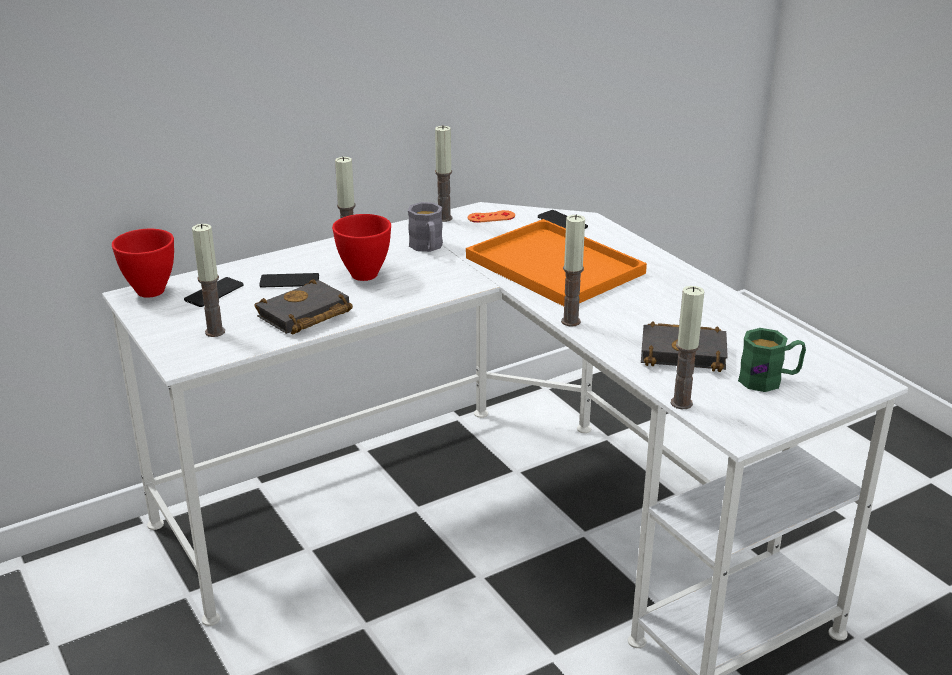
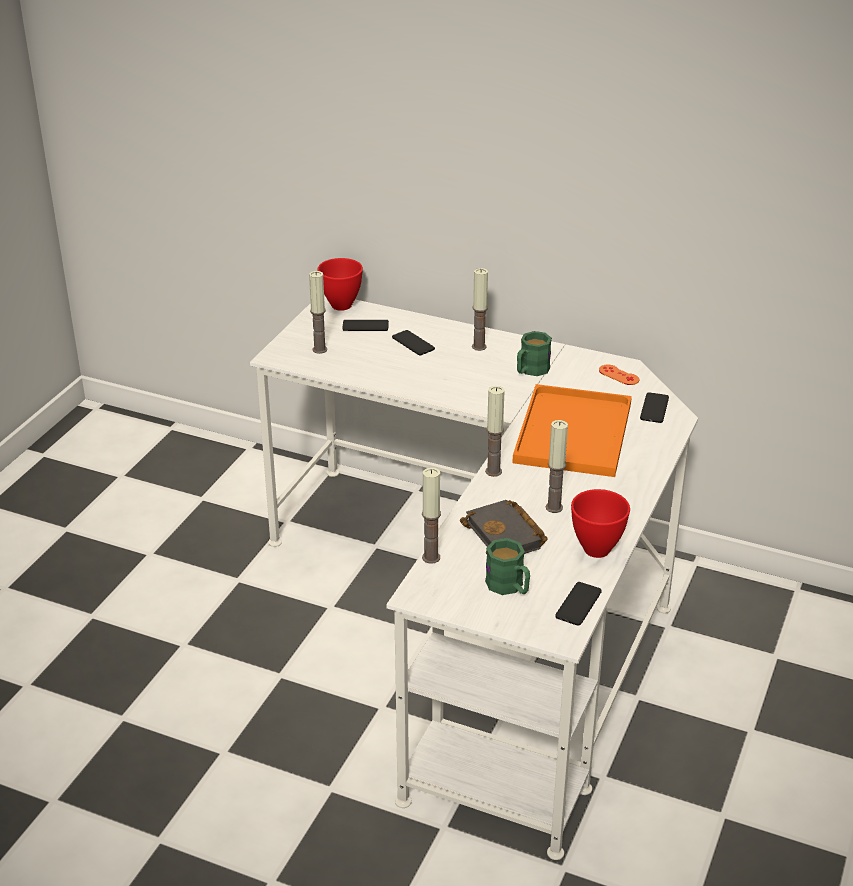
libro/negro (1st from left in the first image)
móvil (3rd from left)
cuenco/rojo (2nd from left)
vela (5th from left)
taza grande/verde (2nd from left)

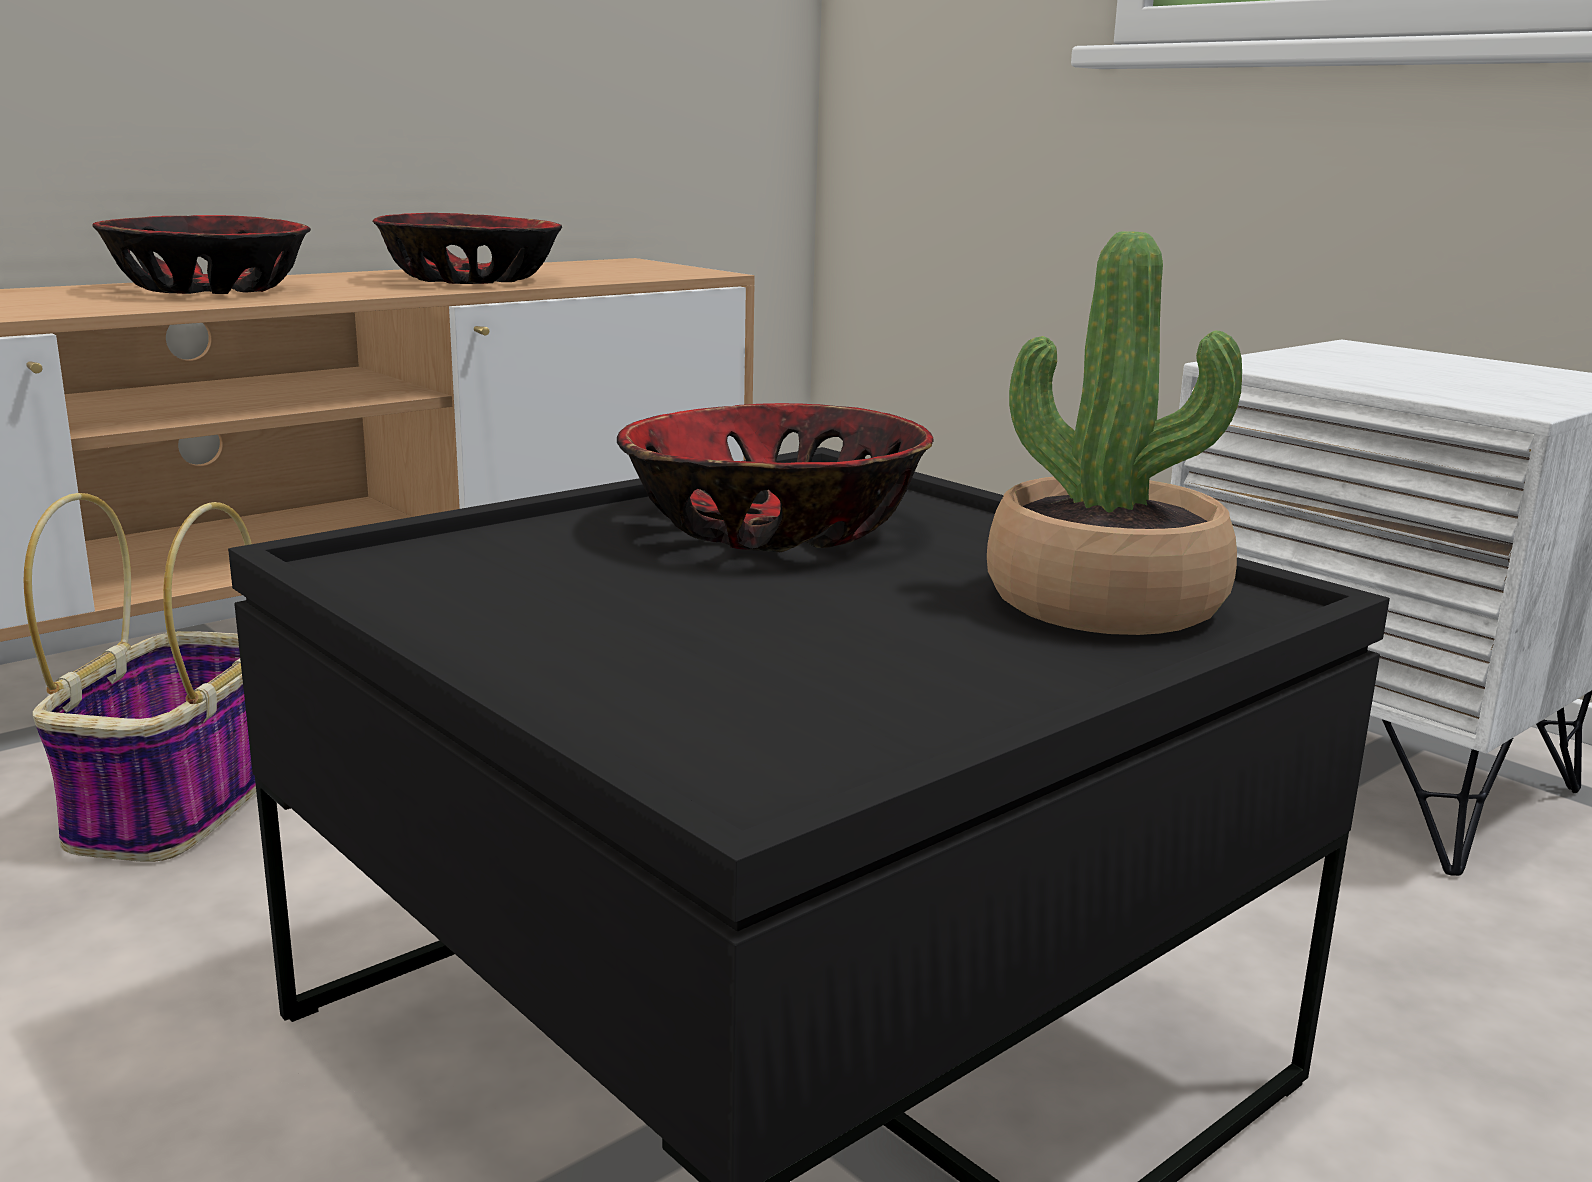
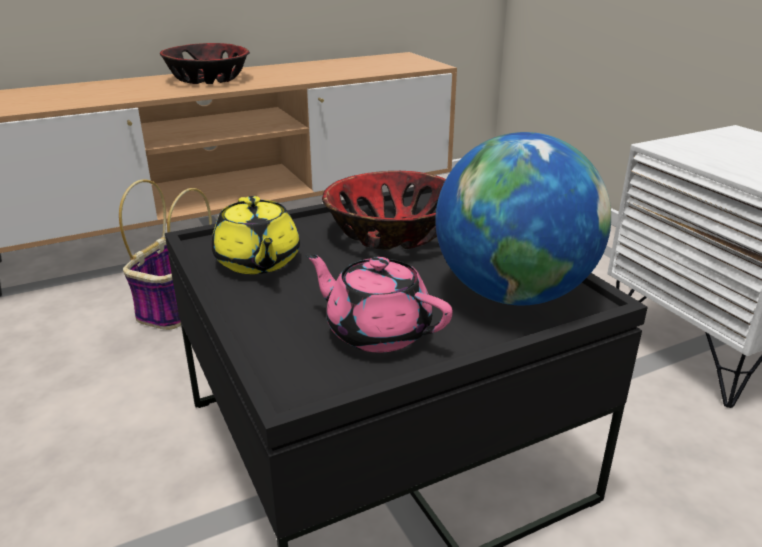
cuenco (2nd from left in the first image)
tetera/amarillo
tetera/rosa
globo terráqueo

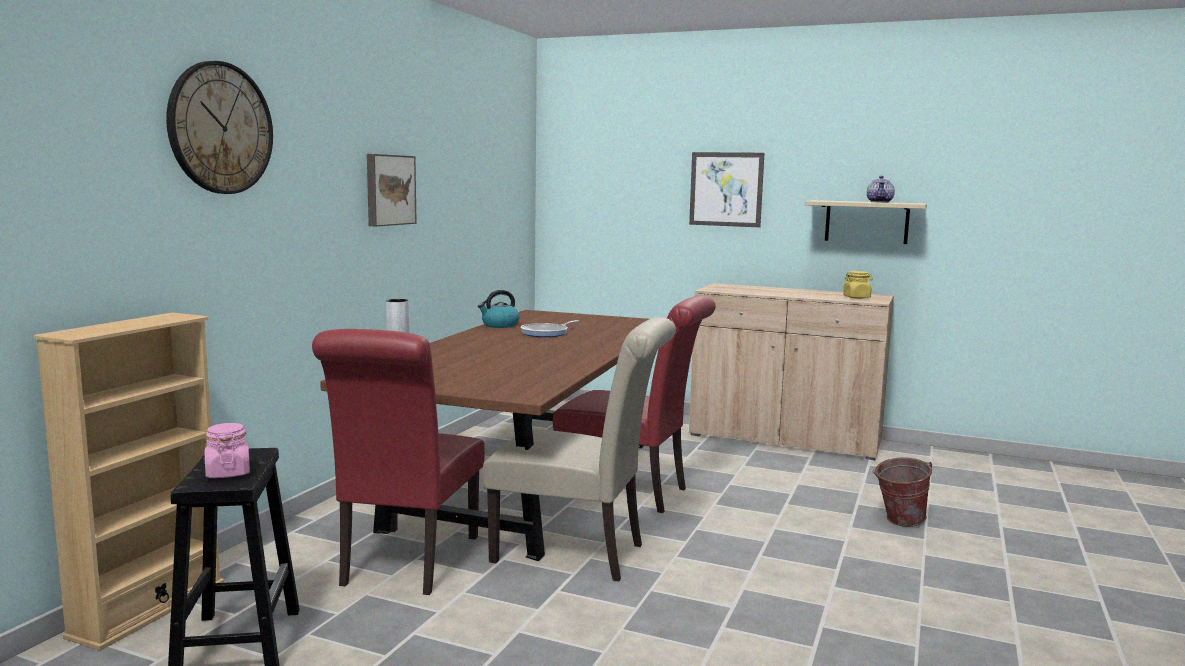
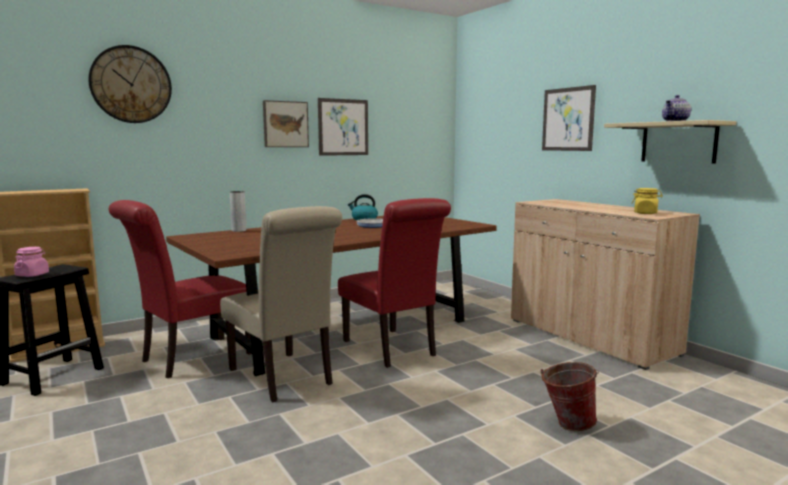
cuadro (2nd from left)

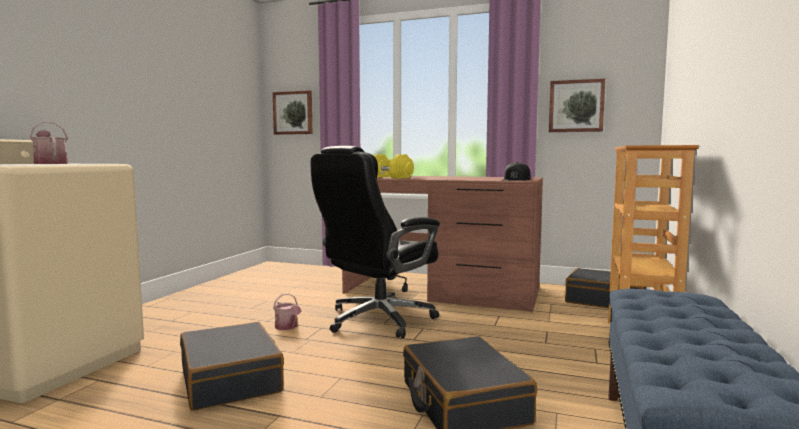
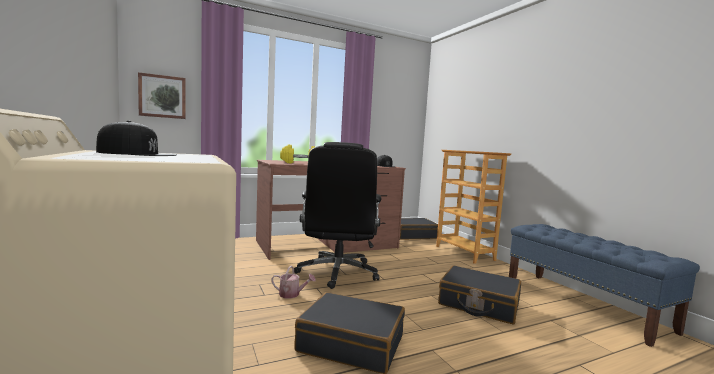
cuadro (2nd from left in the first image)
gorra/negro (1st from left)

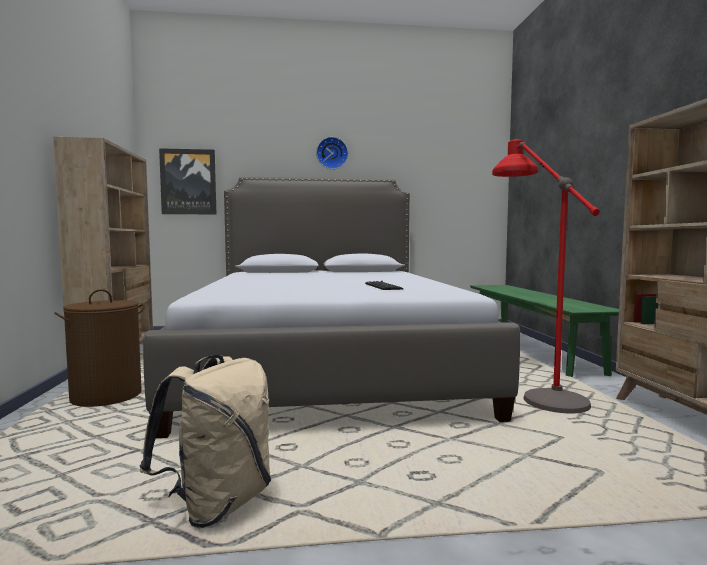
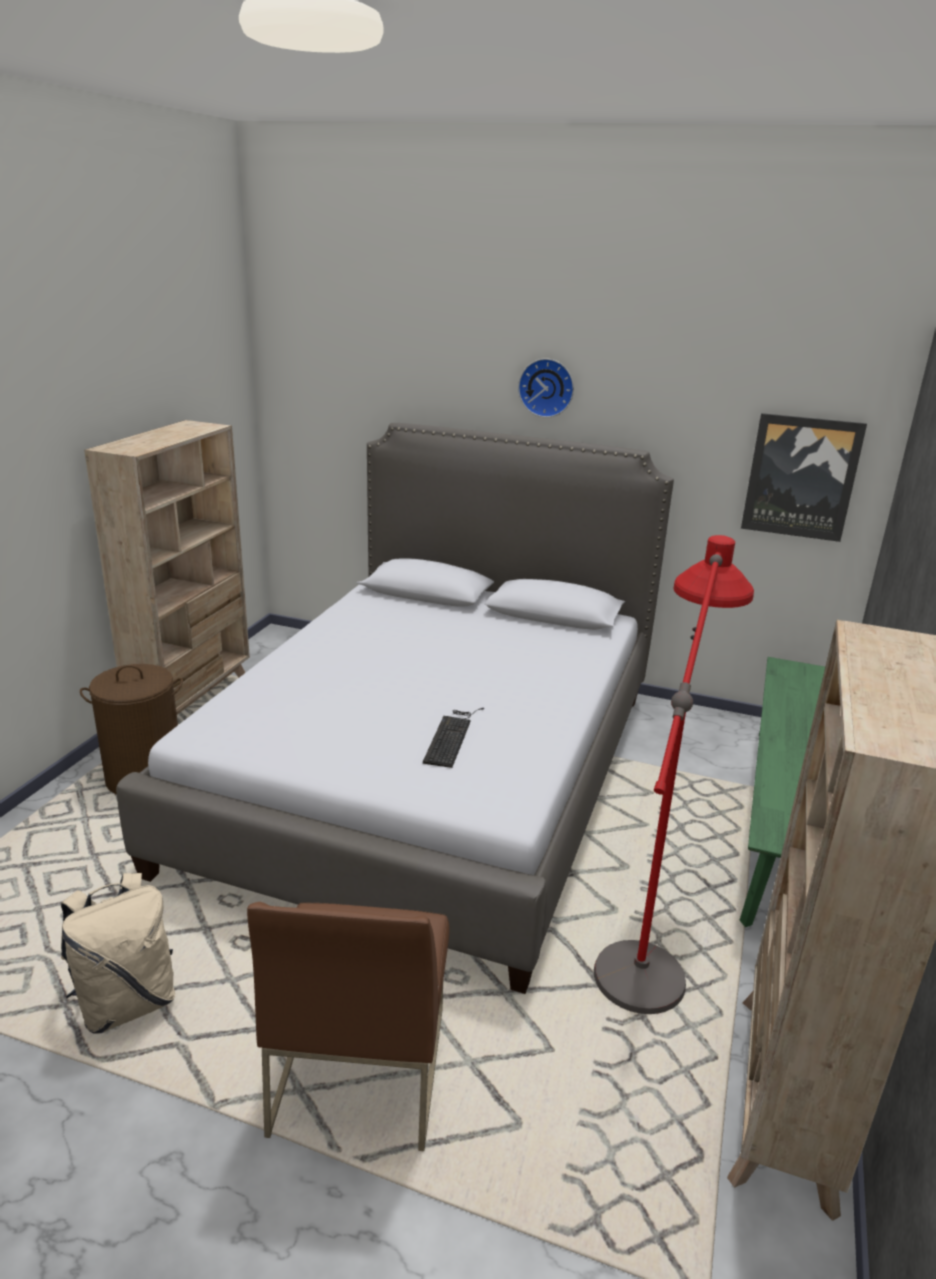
silla/marrón
cuadro

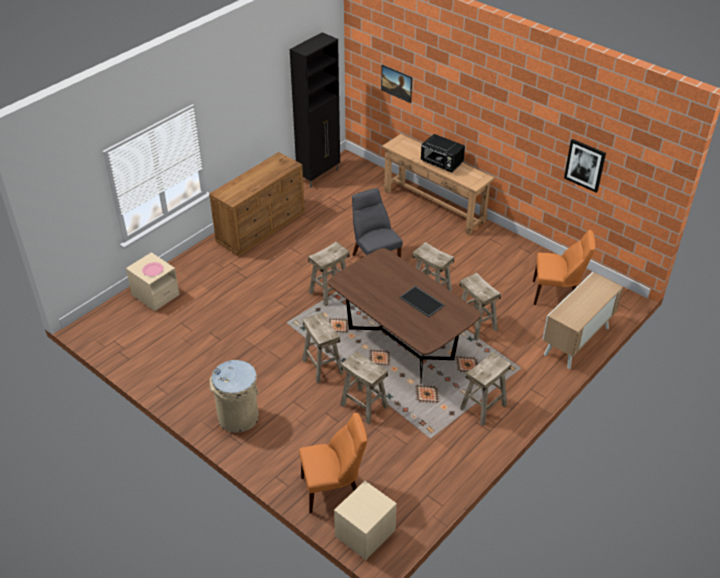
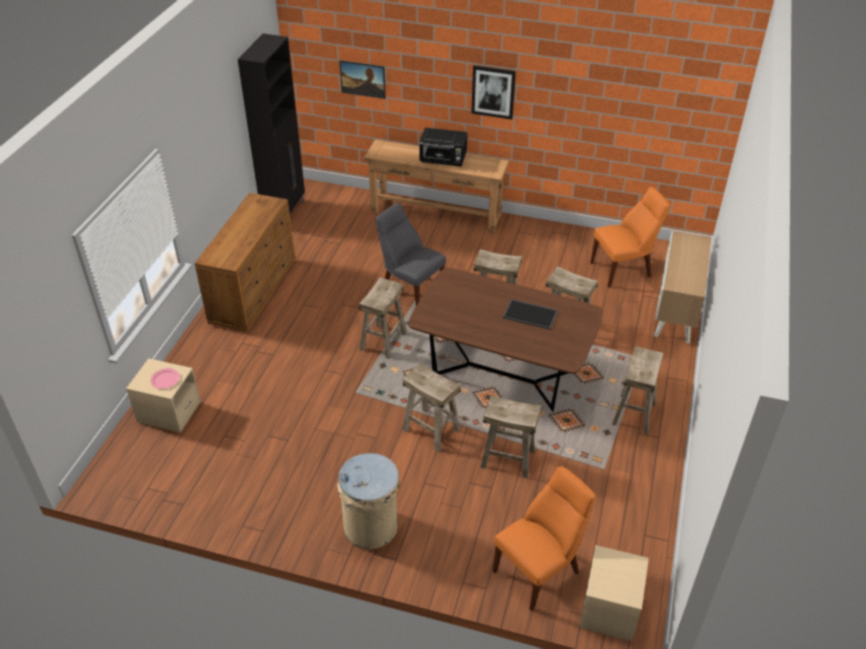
cuadro (2nd from left)

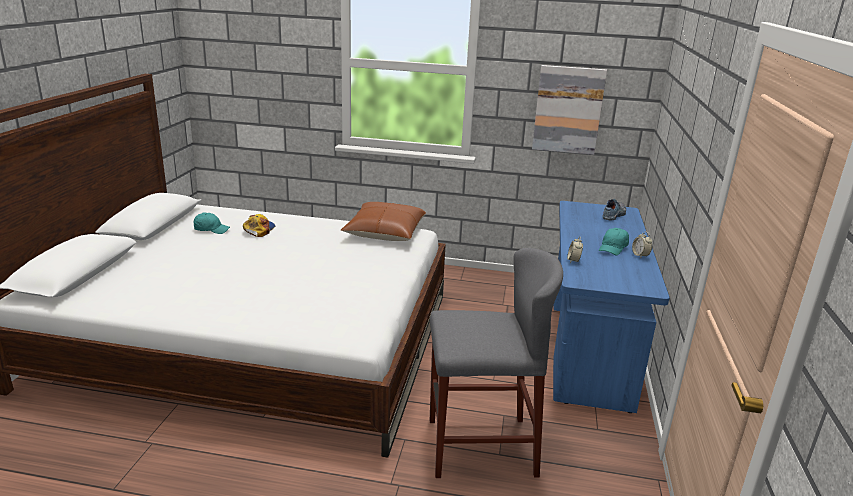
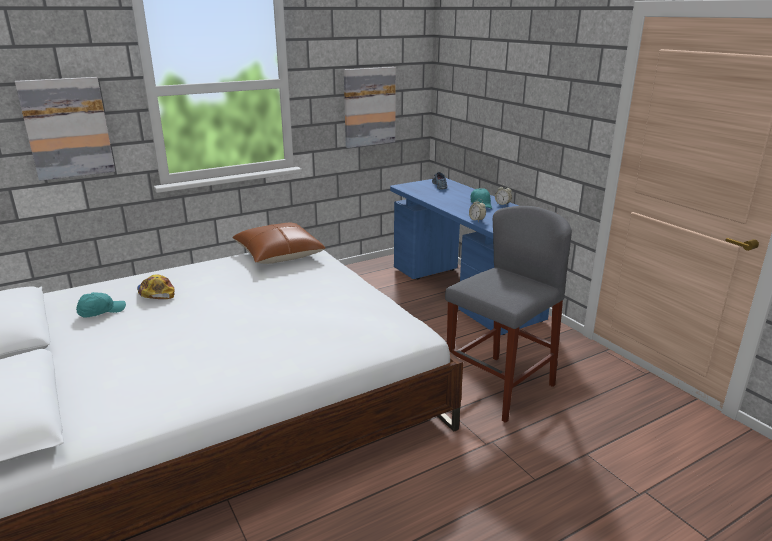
cuadro (1st from left)

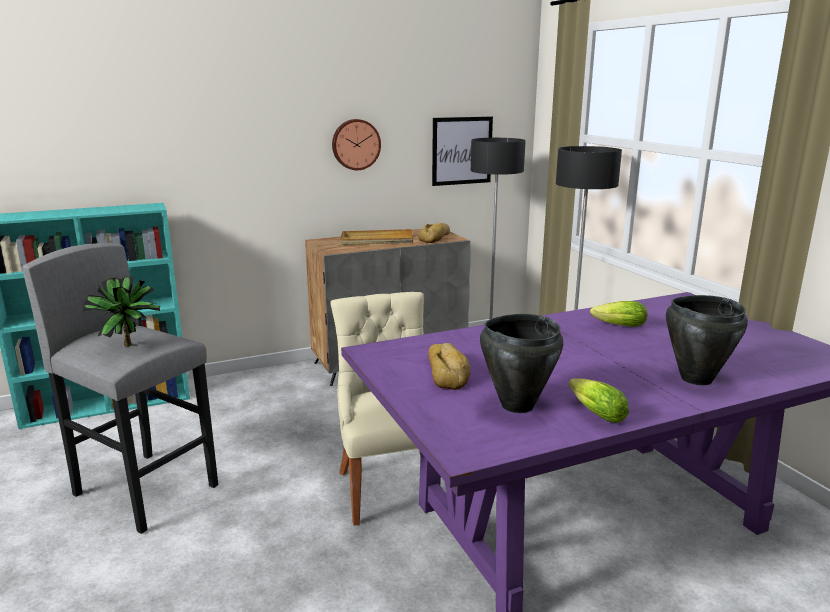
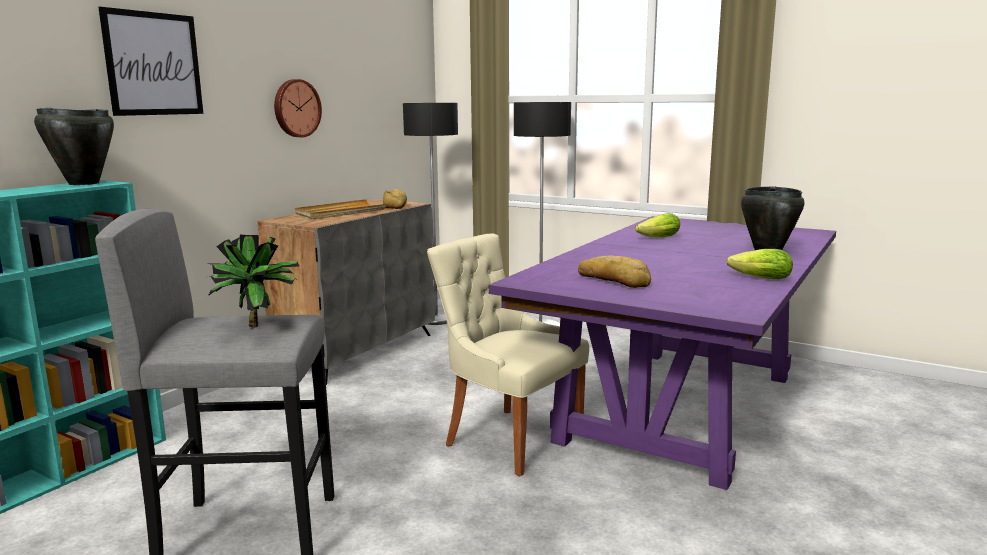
cuadro
olla/negro (1st from left)

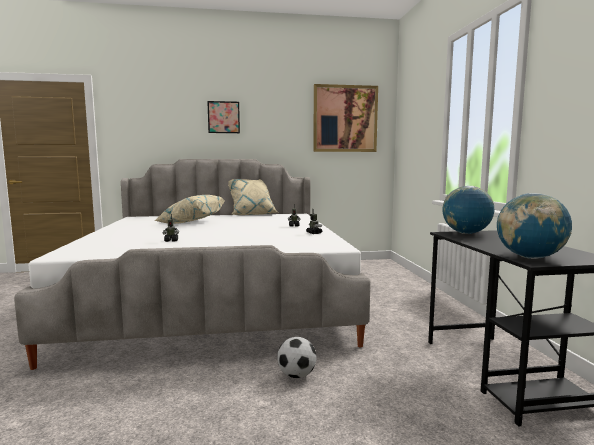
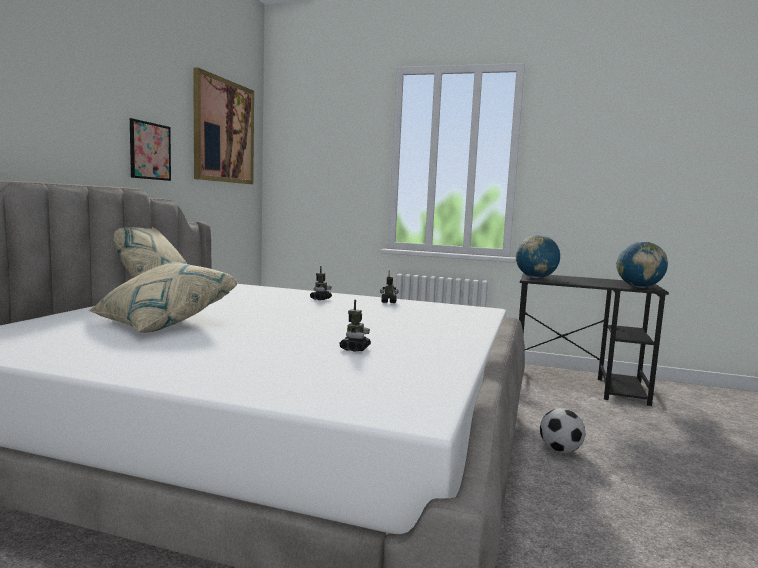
cuadro (1st from left)

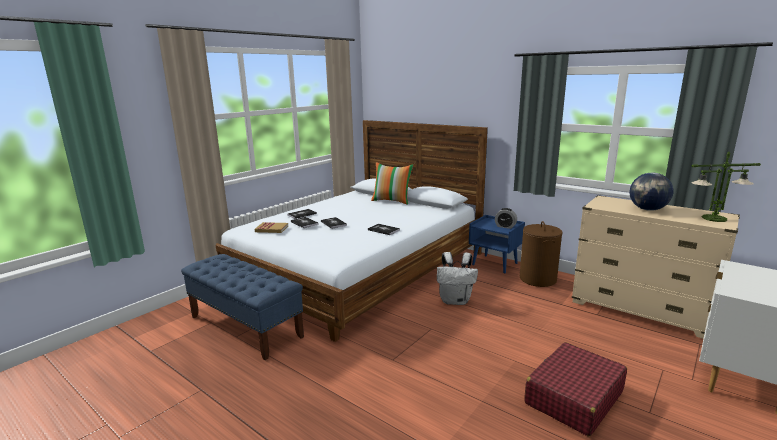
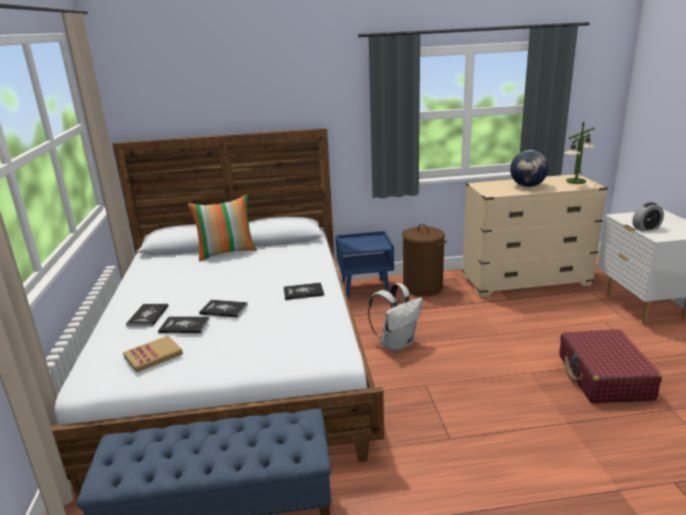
despertador

